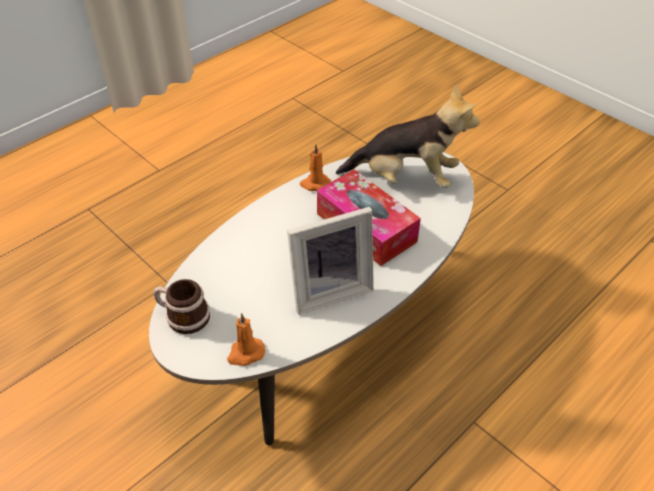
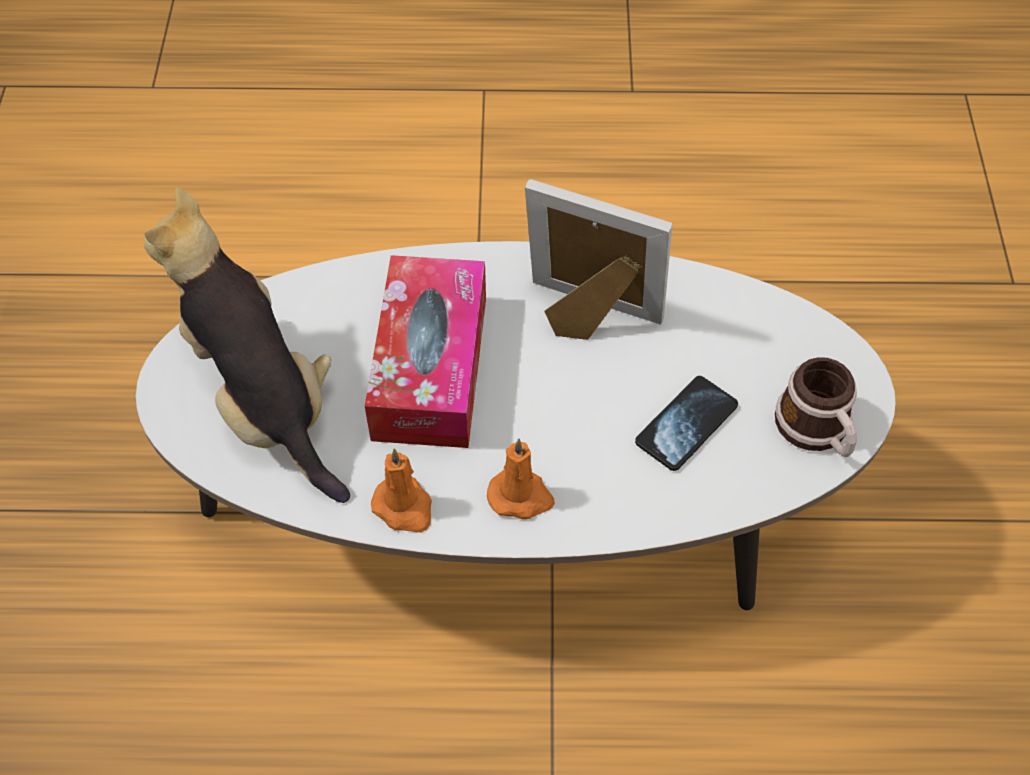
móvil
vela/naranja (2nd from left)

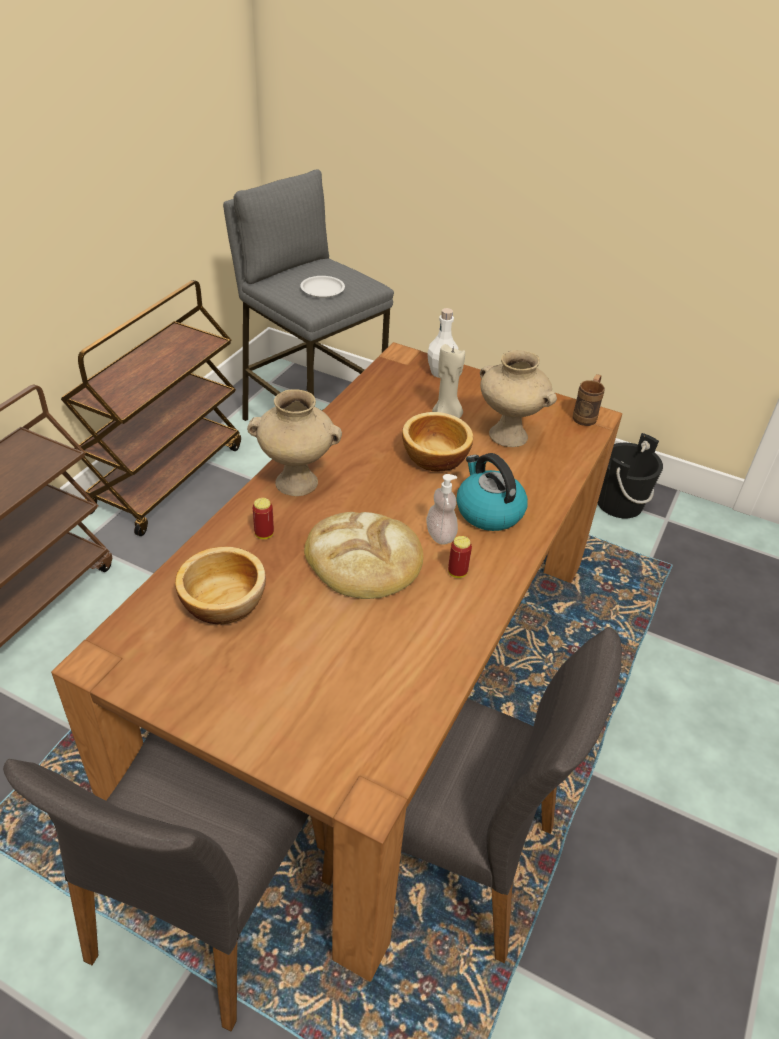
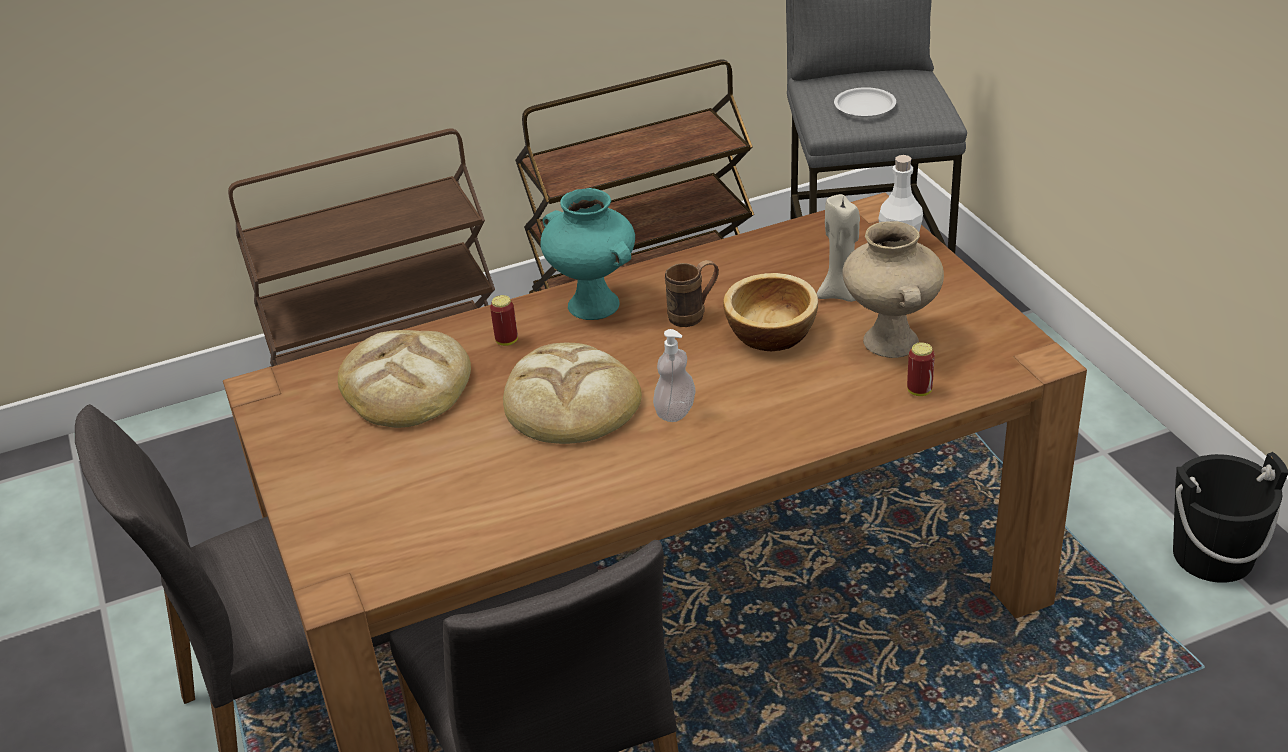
hervidor
lata (2nd from left)
taza grande/marrón
pan (1st from left)
florero/turquesa

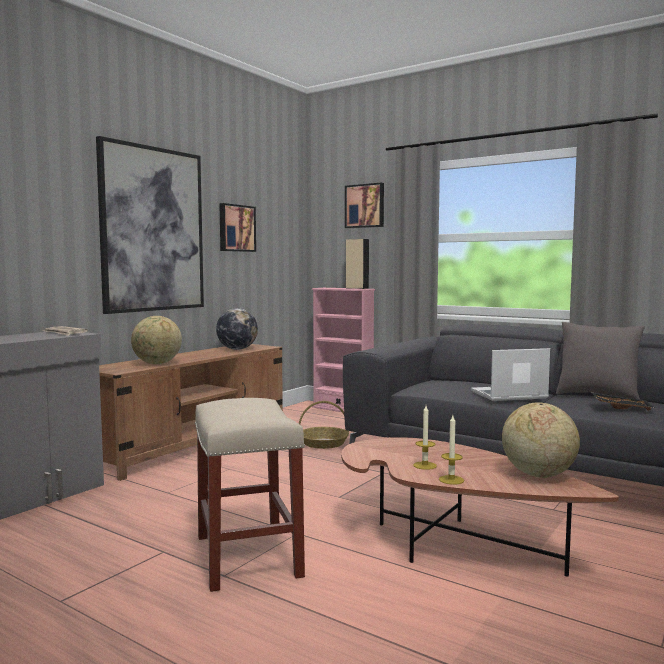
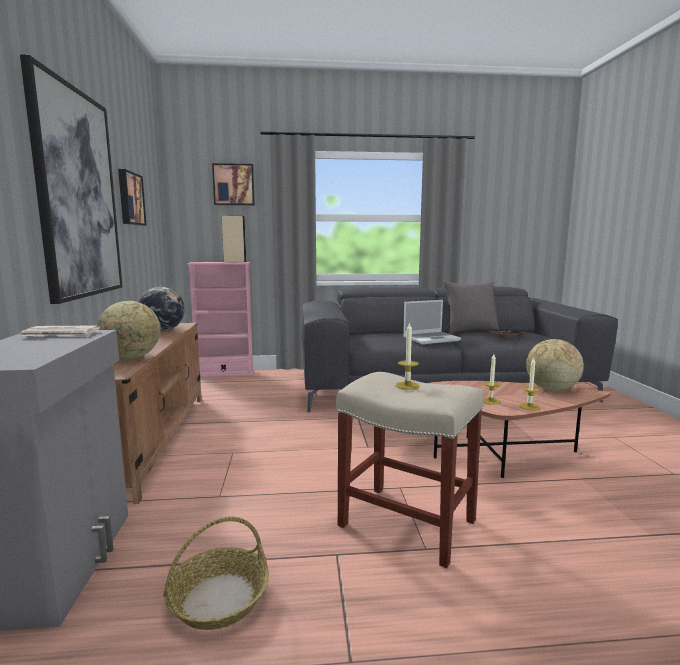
vela (1st from left)
cesta
portátil

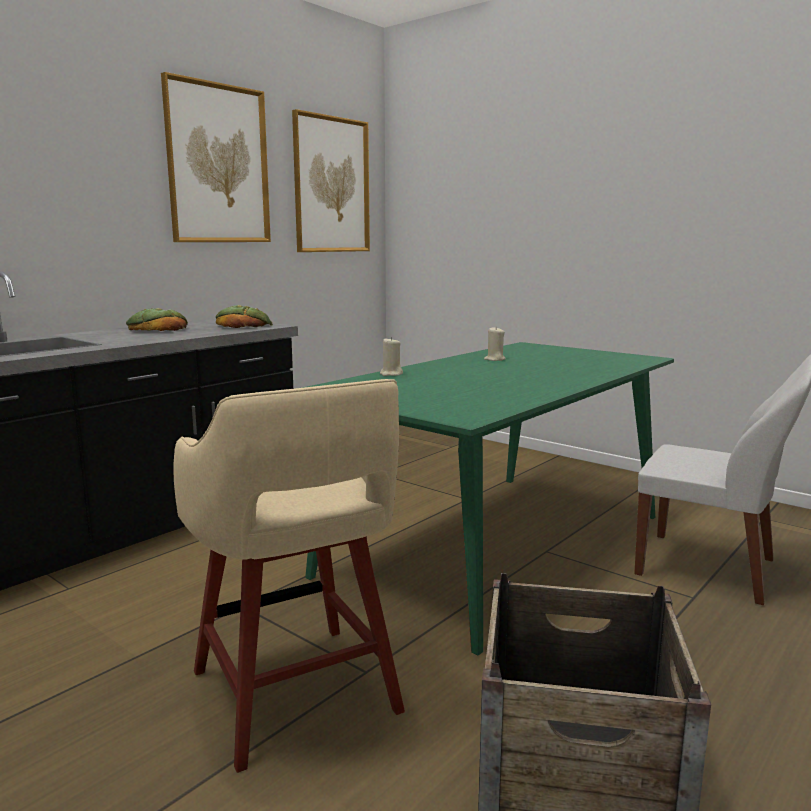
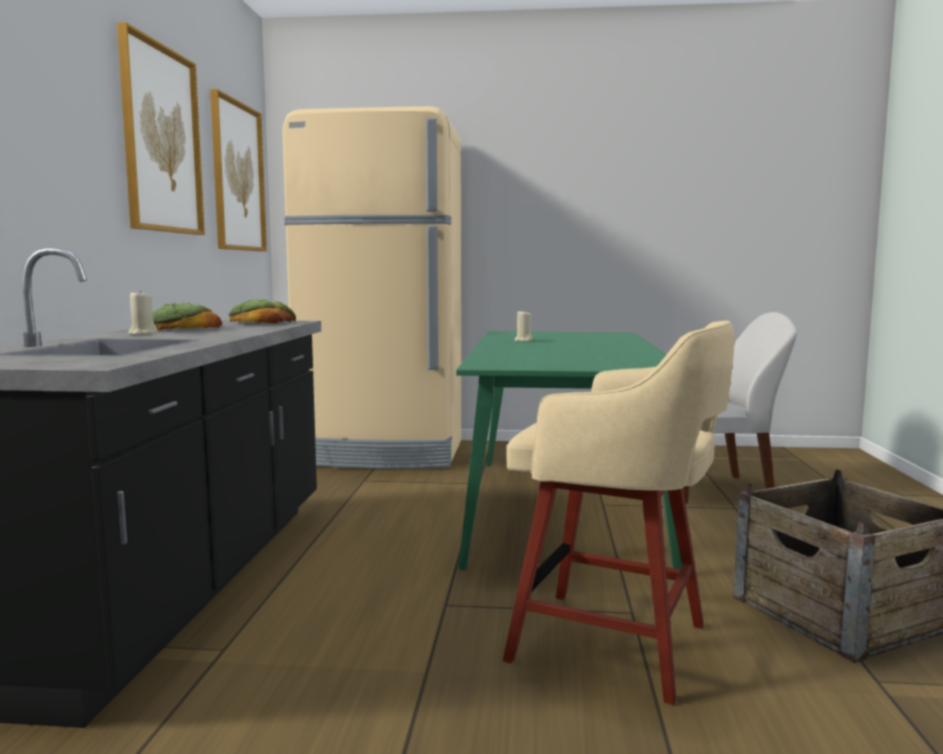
nevera/beis
vela/beis (1st from left)

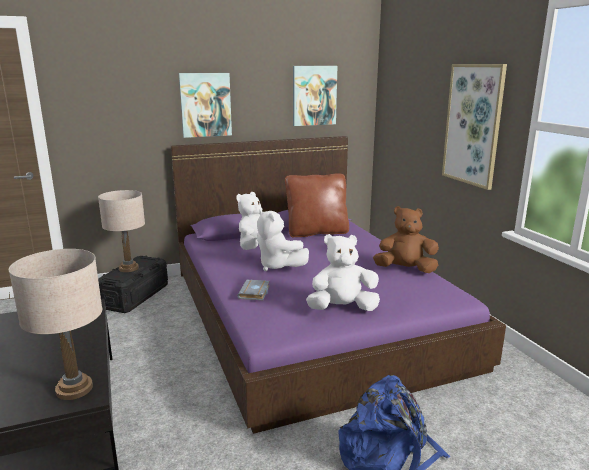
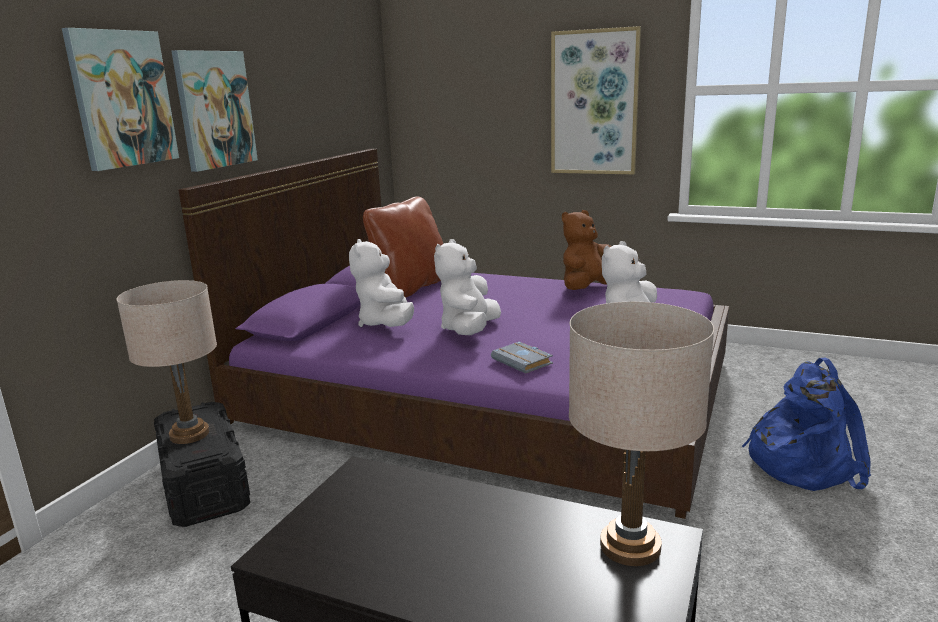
cuadro (1st from left)
peluche/blanco (2nd from left)

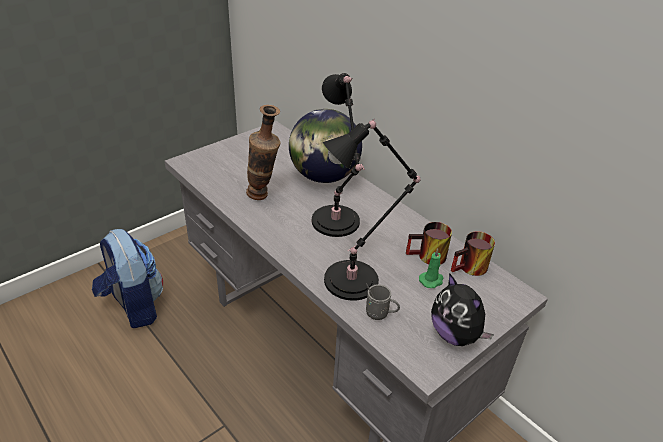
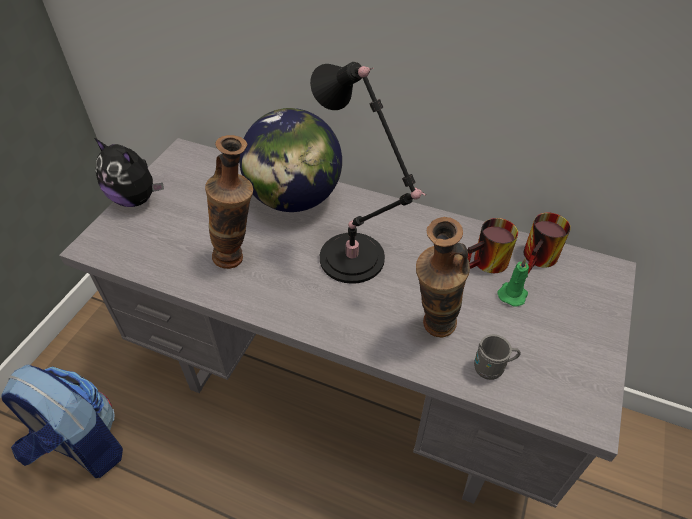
peluche
florero (2nd from left)

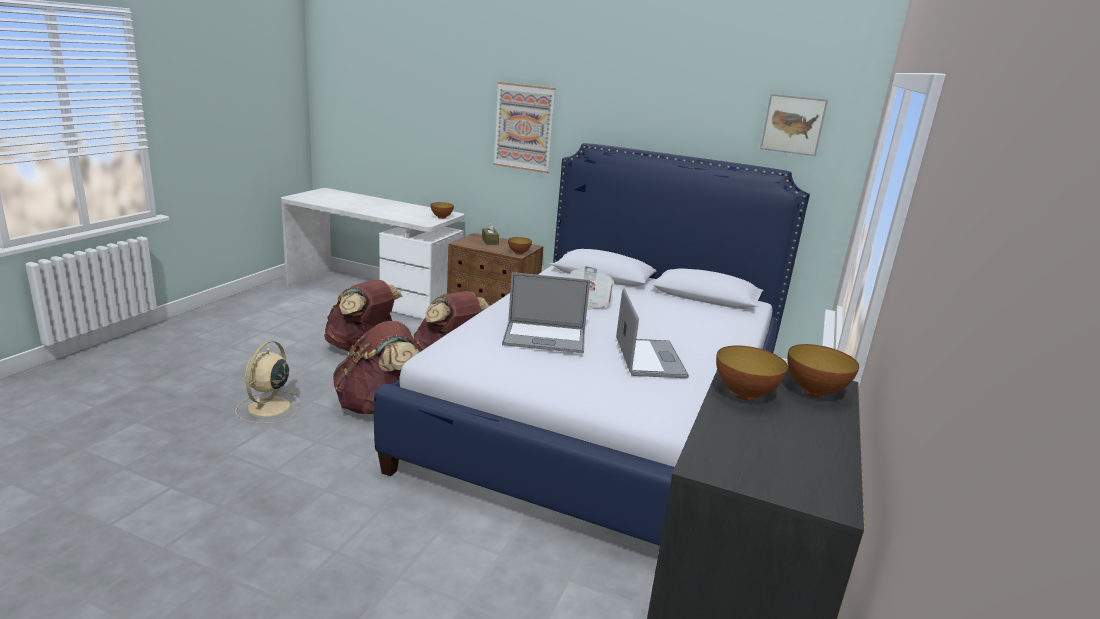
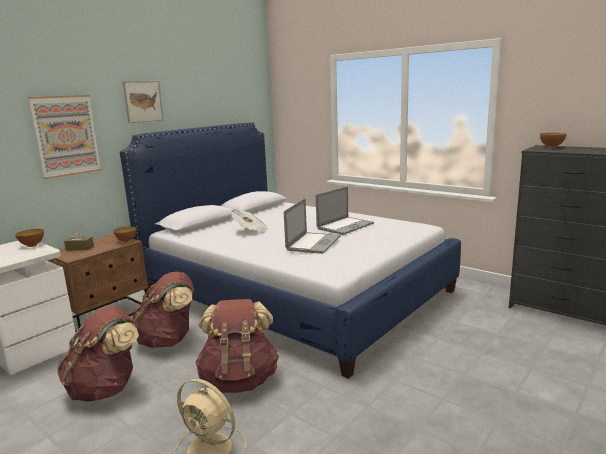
cuenco (3rd from left in the first image)
cuadro (2nd from left)
portátil (2nd from left)

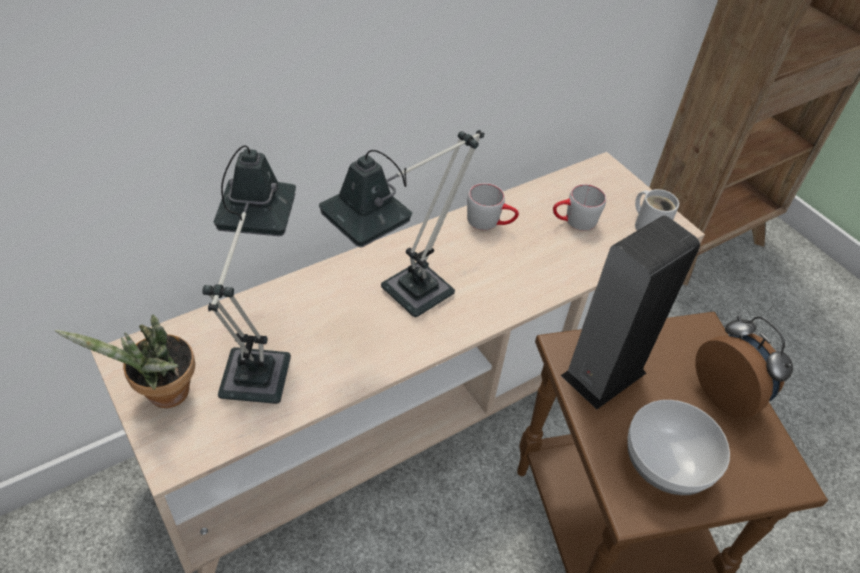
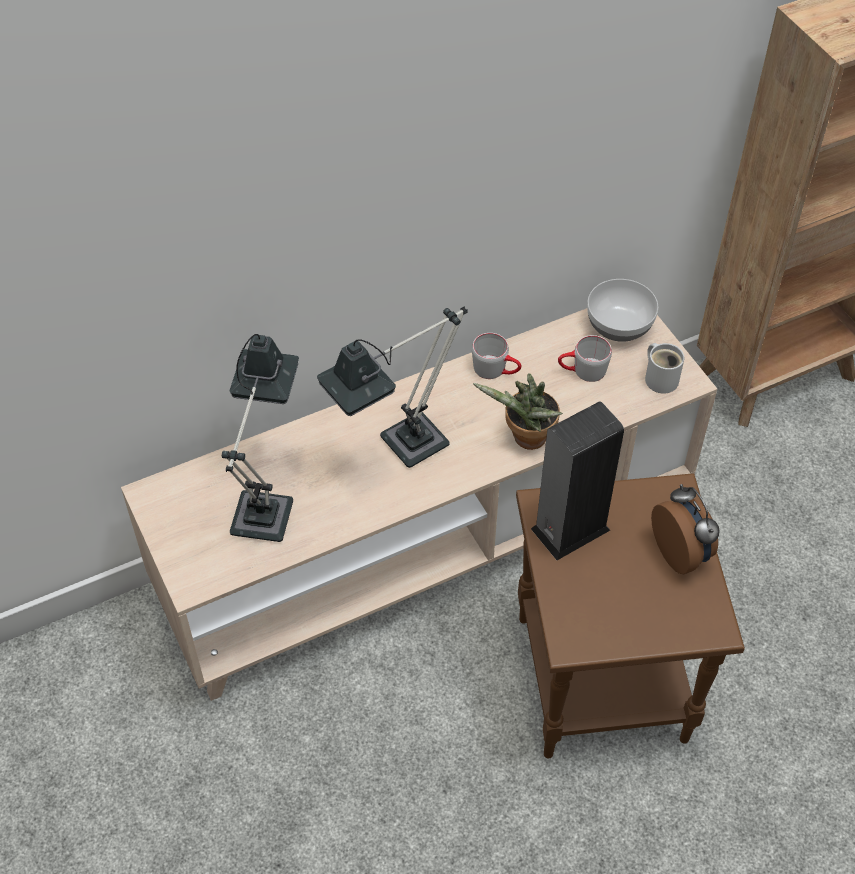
planta en maceta
cuenco

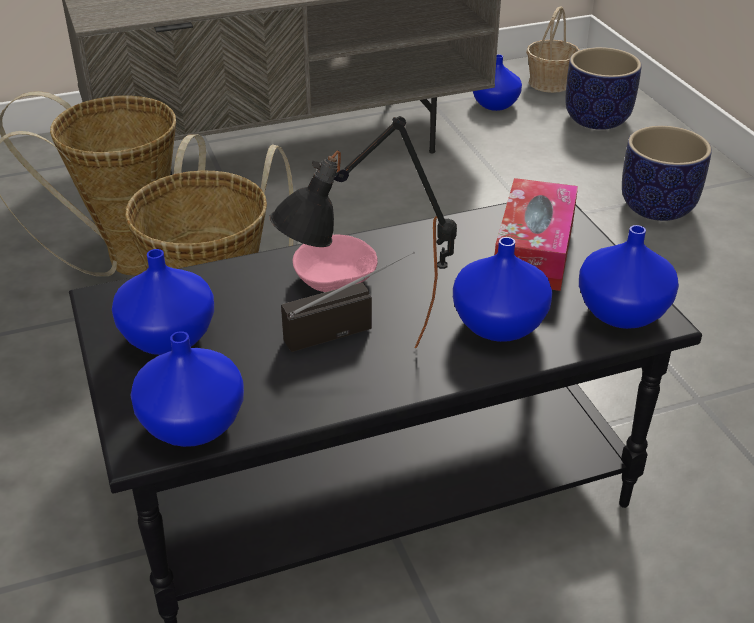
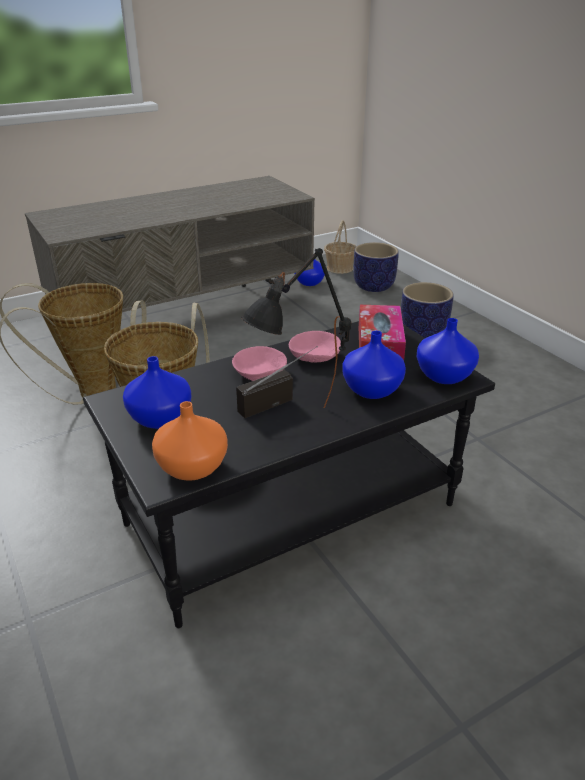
cuenco/rosa (2nd from left)
florero/naranja

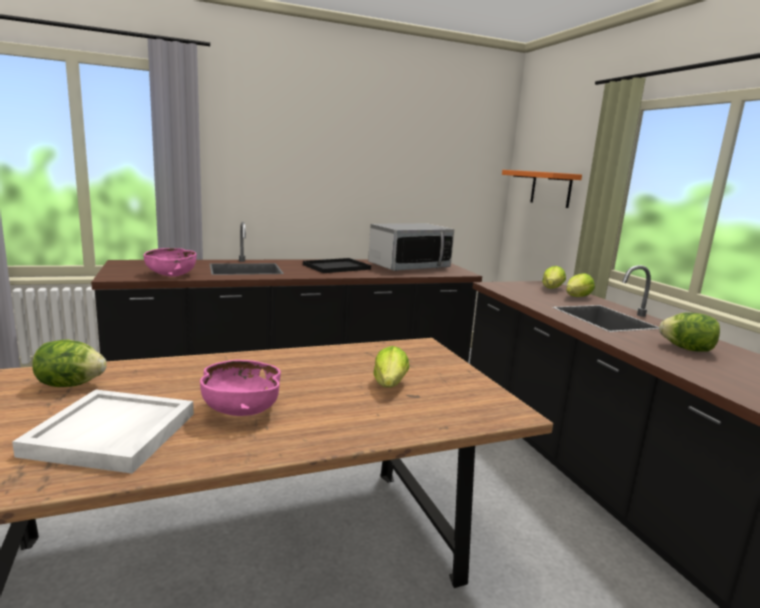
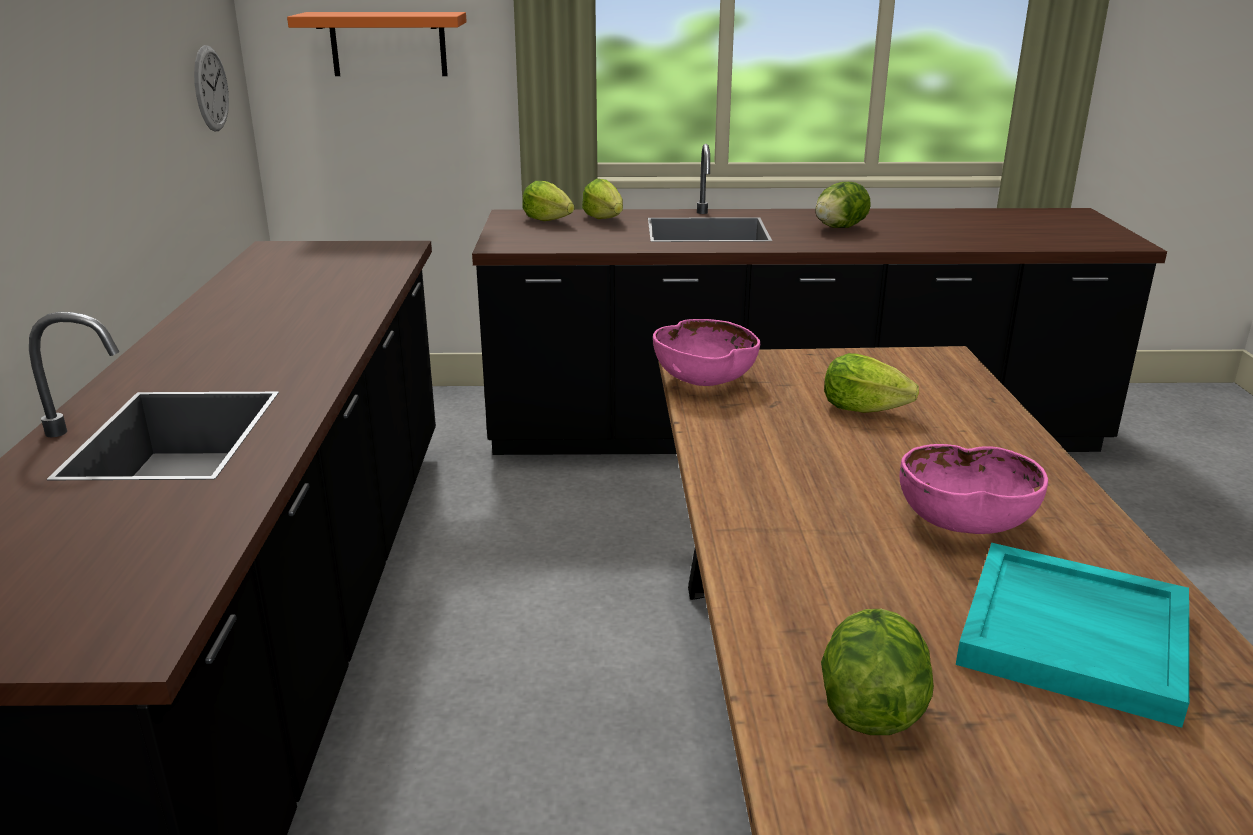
bandeja/negro
microondas
reloj de pared
cuenco/rosa (1st from left)
bandeja/turquesa

